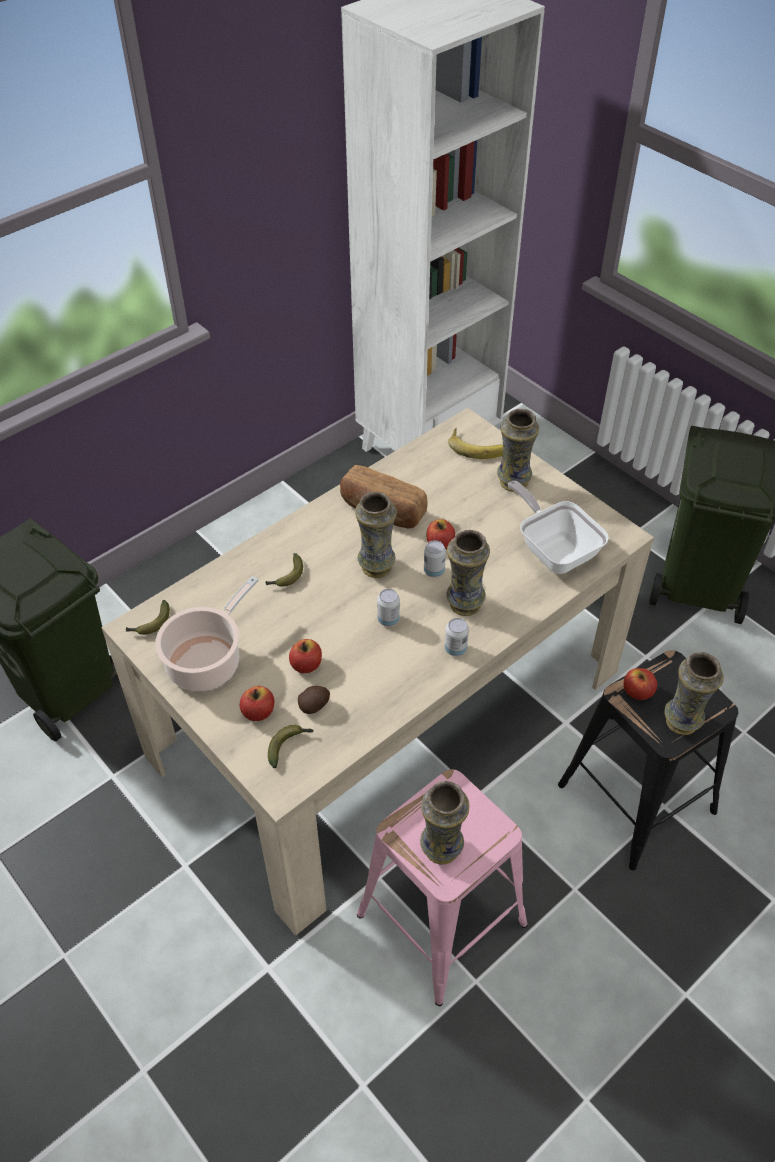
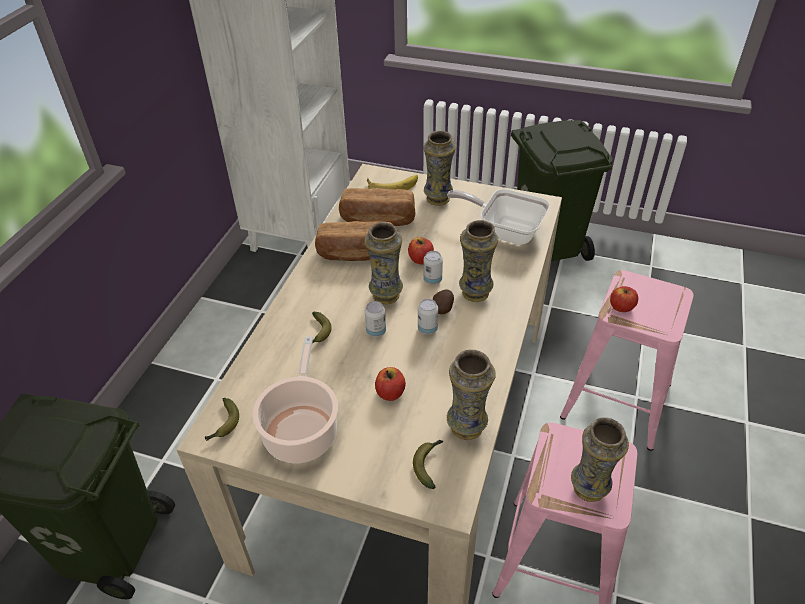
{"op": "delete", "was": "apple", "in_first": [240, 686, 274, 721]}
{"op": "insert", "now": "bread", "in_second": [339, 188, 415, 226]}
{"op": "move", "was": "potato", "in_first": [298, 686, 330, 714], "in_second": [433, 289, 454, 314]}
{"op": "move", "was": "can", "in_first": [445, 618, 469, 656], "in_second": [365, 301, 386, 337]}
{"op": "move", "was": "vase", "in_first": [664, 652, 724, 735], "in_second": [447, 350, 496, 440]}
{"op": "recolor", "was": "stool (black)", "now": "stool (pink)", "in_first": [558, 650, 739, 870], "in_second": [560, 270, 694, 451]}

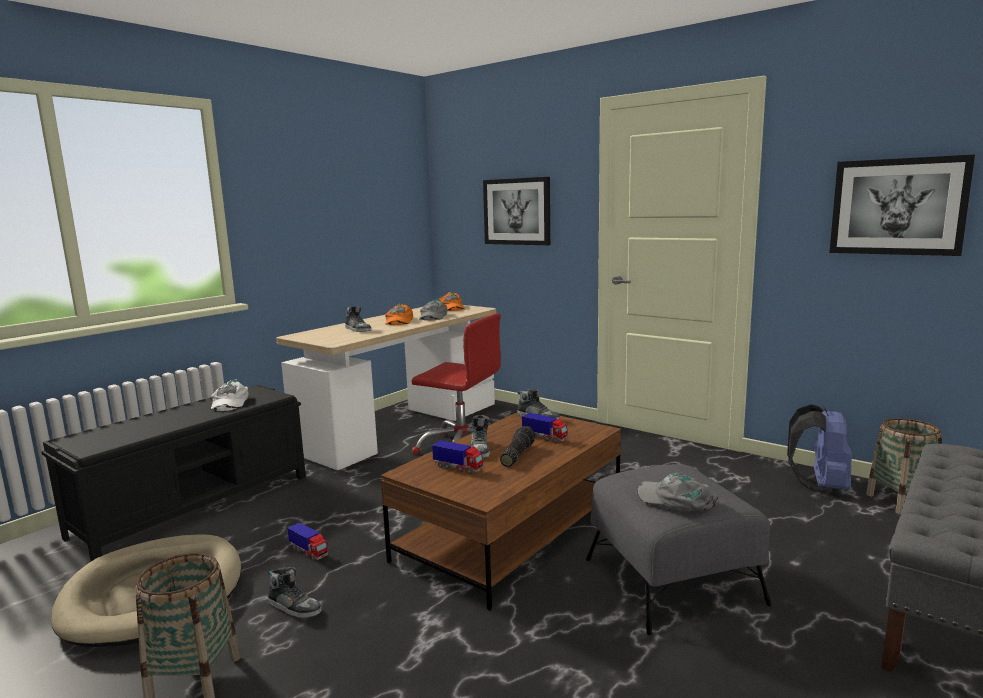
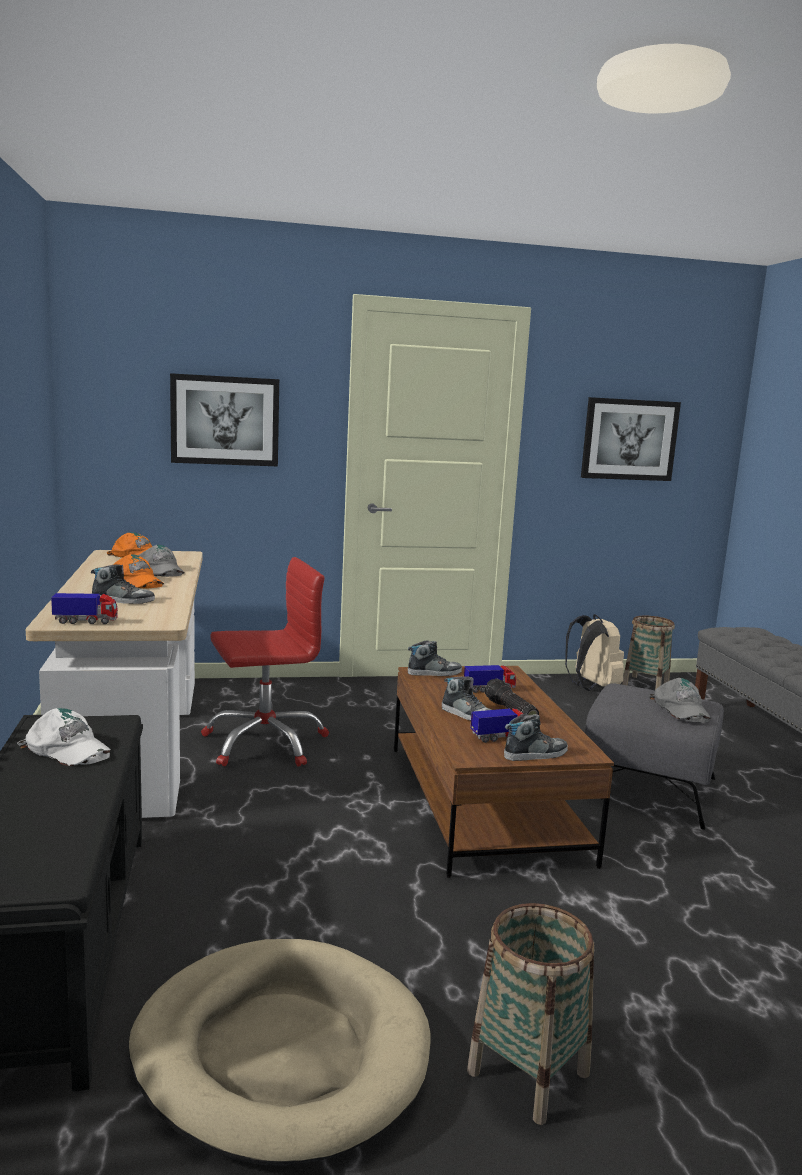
{"op": "move", "was": "shoe", "in_first": [268, 567, 322, 618], "in_second": [504, 713, 568, 761]}
{"op": "move", "was": "toy truck", "in_first": [287, 522, 328, 560], "in_second": [51, 593, 118, 624]}
{"op": "recolor", "was": "backpack (blue)", "now": "backpack (beige)", "in_first": [787, 404, 852, 490], "in_second": [565, 614, 624, 691]}
{"op": "rotate", "was": "cap (grey)", "in_first": [636, 473, 718, 512], "in_second": [649, 678, 711, 722], "clockwise": -90}

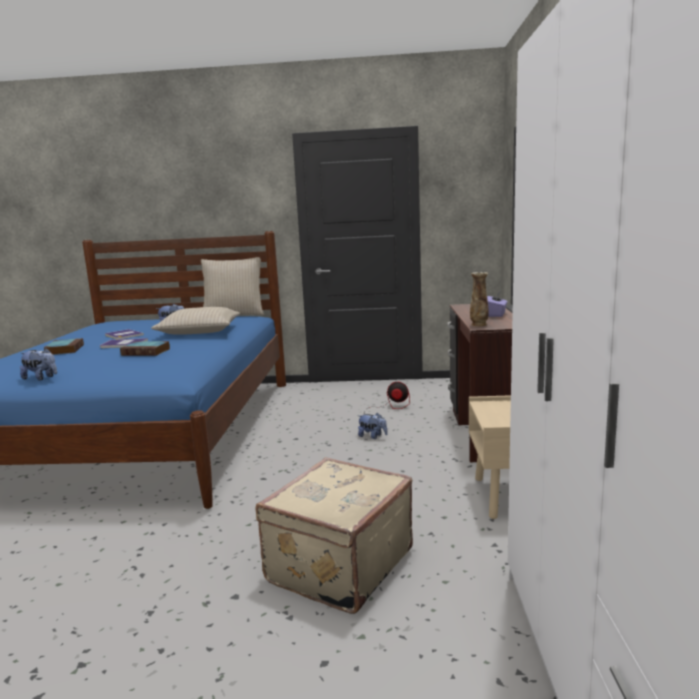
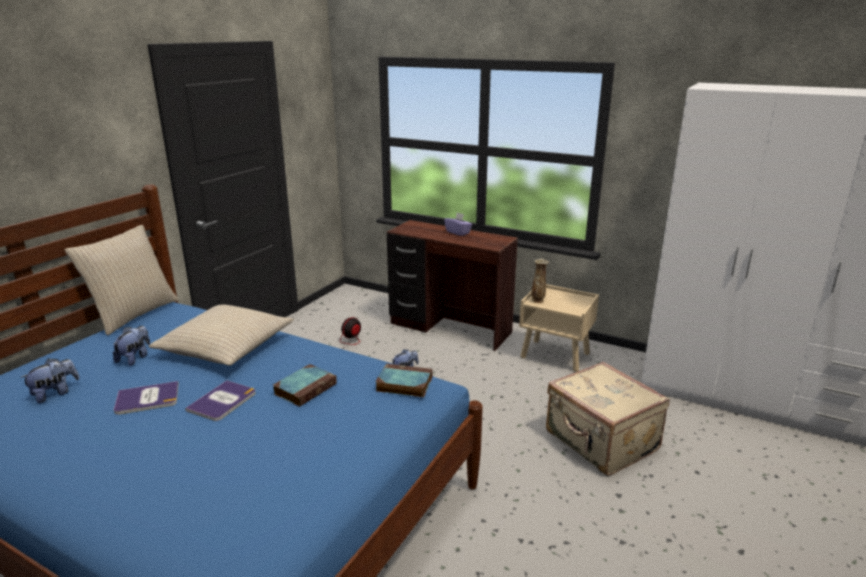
{"op": "move", "was": "plush toy", "in_first": [20, 348, 57, 381], "in_second": [20, 358, 80, 403]}
{"op": "move", "was": "book", "in_first": [44, 338, 84, 355], "in_second": [375, 364, 433, 397]}
{"op": "move", "was": "vase", "in_first": [470, 272, 489, 326], "in_second": [531, 259, 549, 303]}

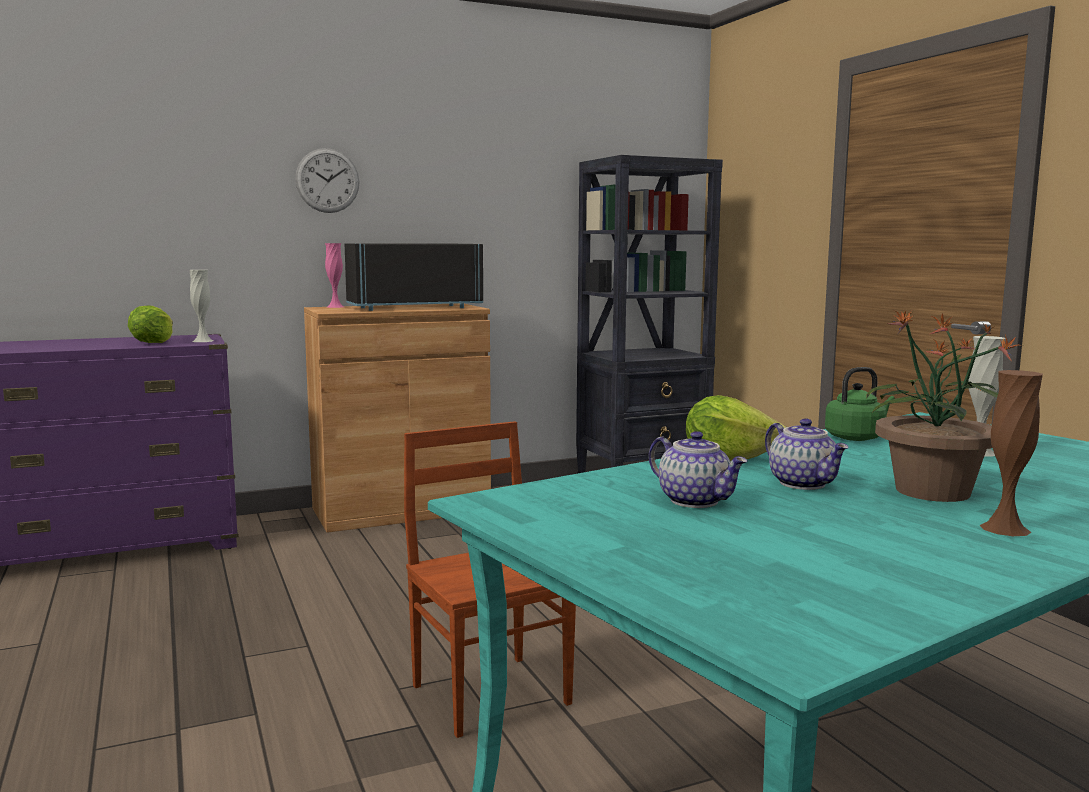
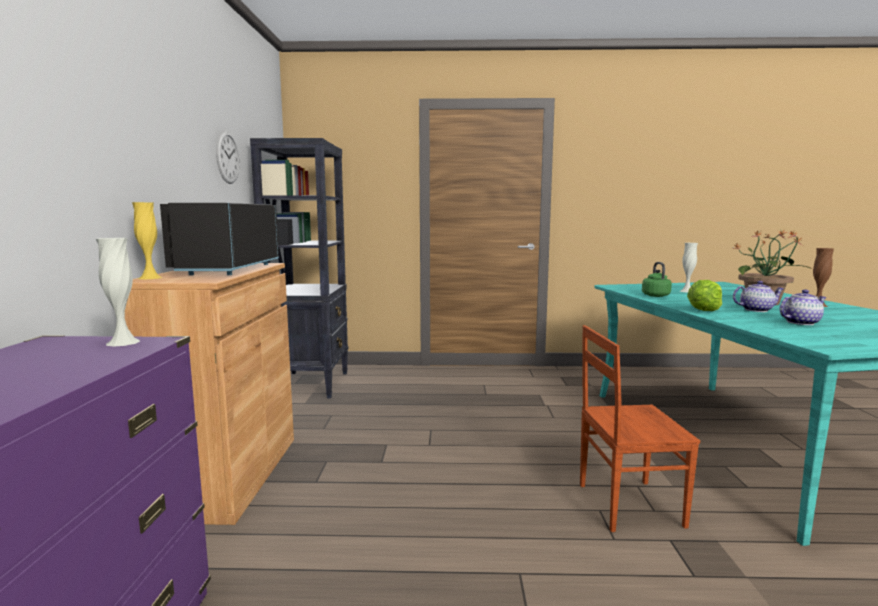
{"op": "delete", "was": "lettuce", "in_first": [128, 305, 173, 343]}
{"op": "move", "was": "wall clock", "in_first": [295, 148, 359, 213], "in_second": [216, 131, 240, 184]}
{"op": "recolor", "was": "vase (pink)", "now": "vase (yellow)", "in_first": [325, 243, 344, 308], "in_second": [132, 202, 163, 279]}

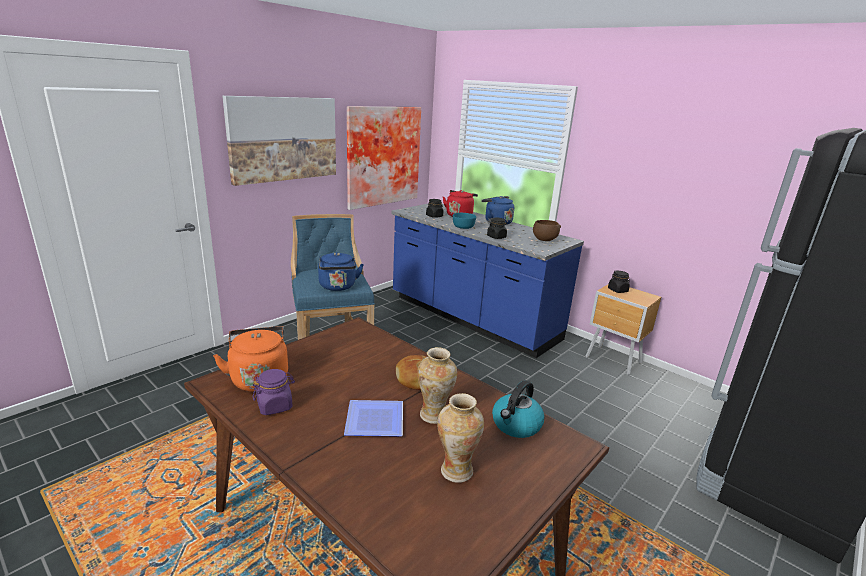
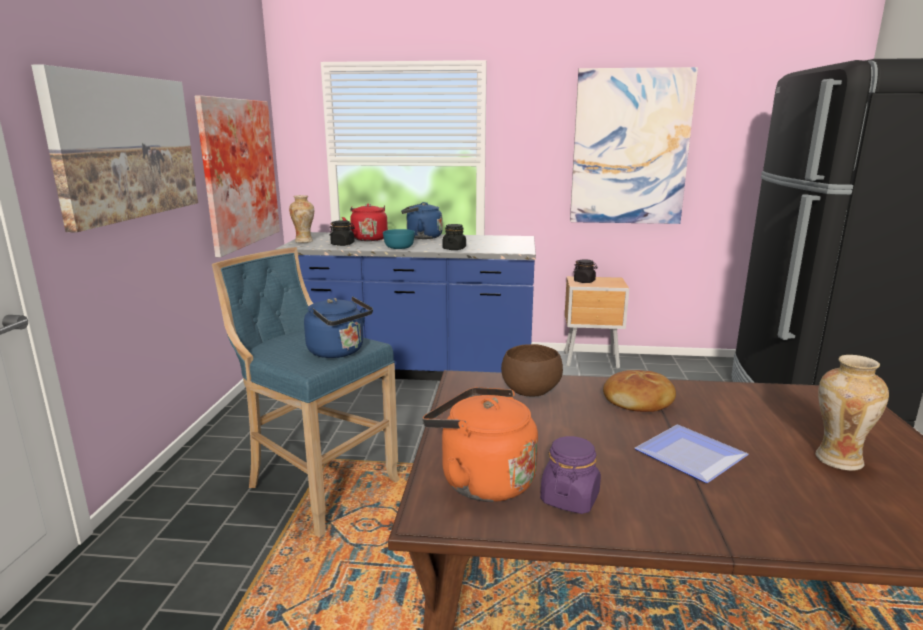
{"op": "delete", "was": "kettle", "in_first": [492, 380, 545, 438]}
{"op": "insert", "now": "picture", "in_second": [570, 67, 698, 224]}
{"op": "move", "was": "vase", "in_first": [417, 347, 457, 424], "in_second": [289, 195, 314, 243]}
{"op": "move", "was": "bowl (brown)", "in_first": [533, 220, 561, 241], "in_second": [501, 344, 563, 396]}

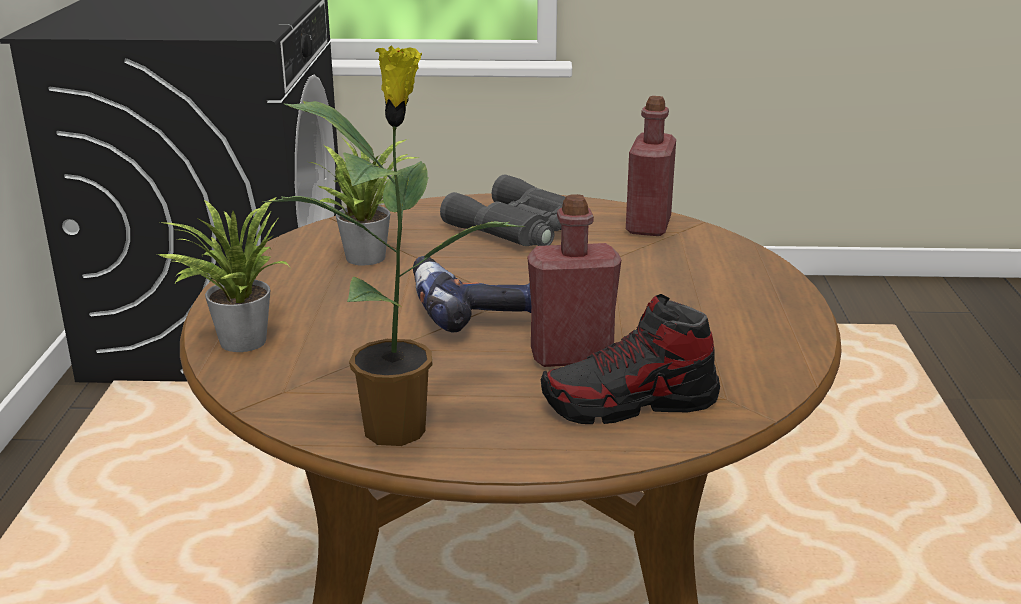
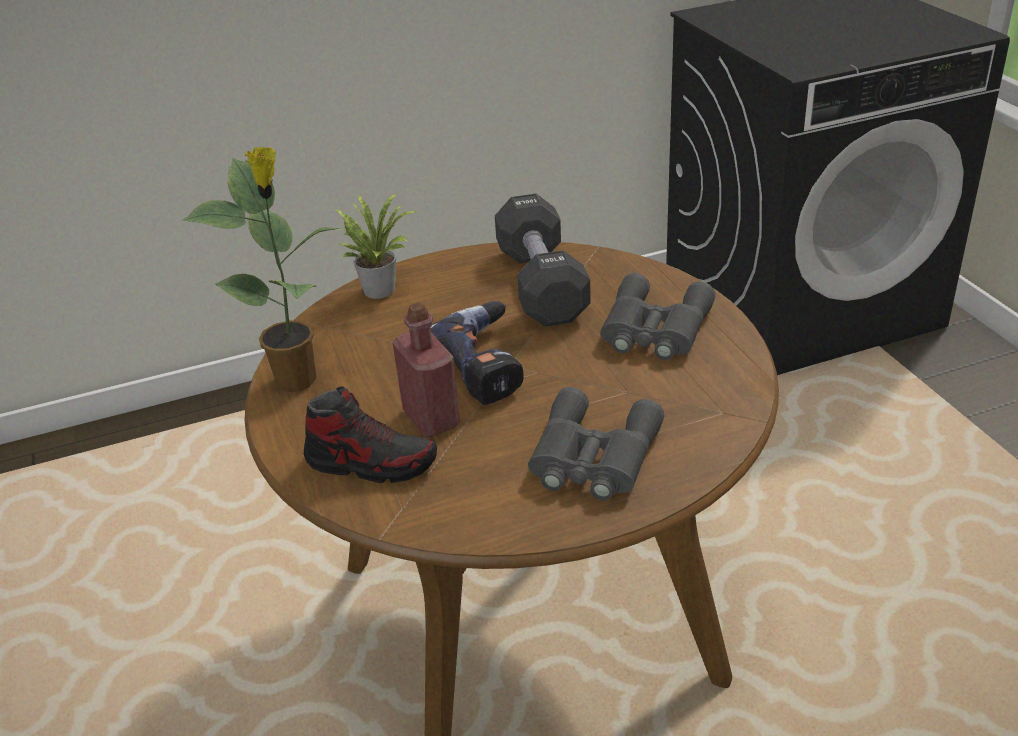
{"op": "delete", "was": "bottle (red)", "in_first": [626, 96, 676, 236]}
{"op": "insert", "now": "binoculars (grey)", "in_second": [528, 387, 664, 500]}
{"op": "replace", "was": "potted plant", "now": "dumbbell (black)", "in_first": [310, 139, 418, 265], "in_second": [495, 194, 591, 327]}
{"op": "rotate", "was": "shoe", "in_first": [541, 294, 720, 424], "in_second": [304, 386, 437, 483], "clockwise": 135}

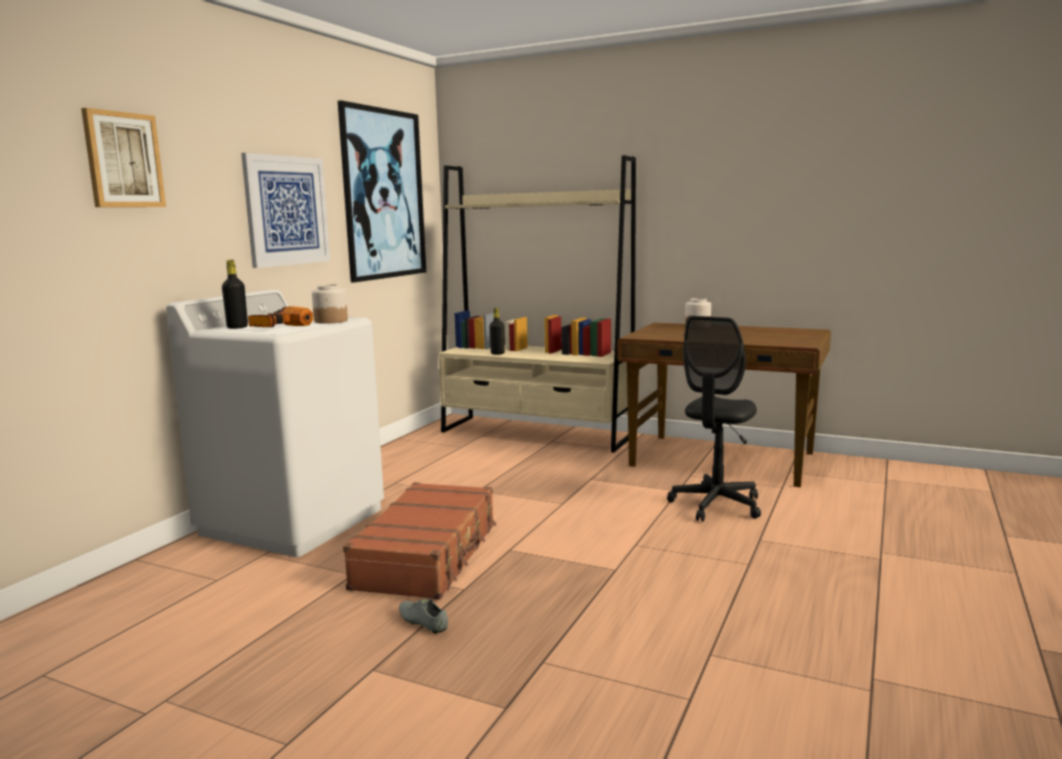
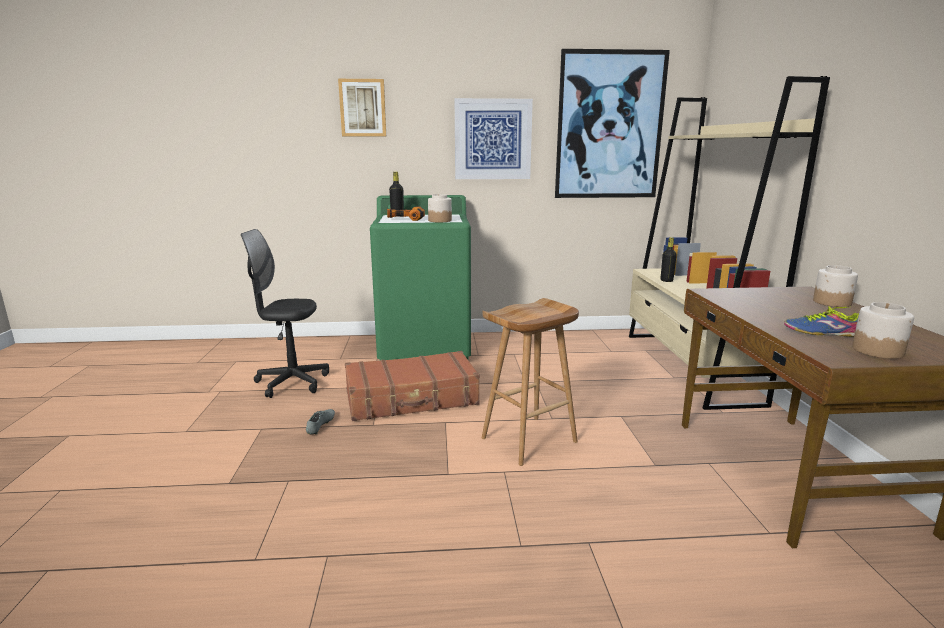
{"op": "insert", "now": "stool (brown)", "in_second": [482, 298, 579, 466]}
{"op": "insert", "now": "shoe", "in_second": [784, 306, 859, 337]}
{"op": "insert", "now": "jar", "in_second": [852, 302, 914, 359]}
{"op": "move", "was": "office chair (black)", "in_first": [667, 316, 761, 522], "in_second": [241, 229, 329, 398]}
{"op": "recolor", "was": "washing machine (white)", "now": "washing machine (green)", "in_first": [166, 290, 384, 557], "in_second": [370, 195, 471, 361]}

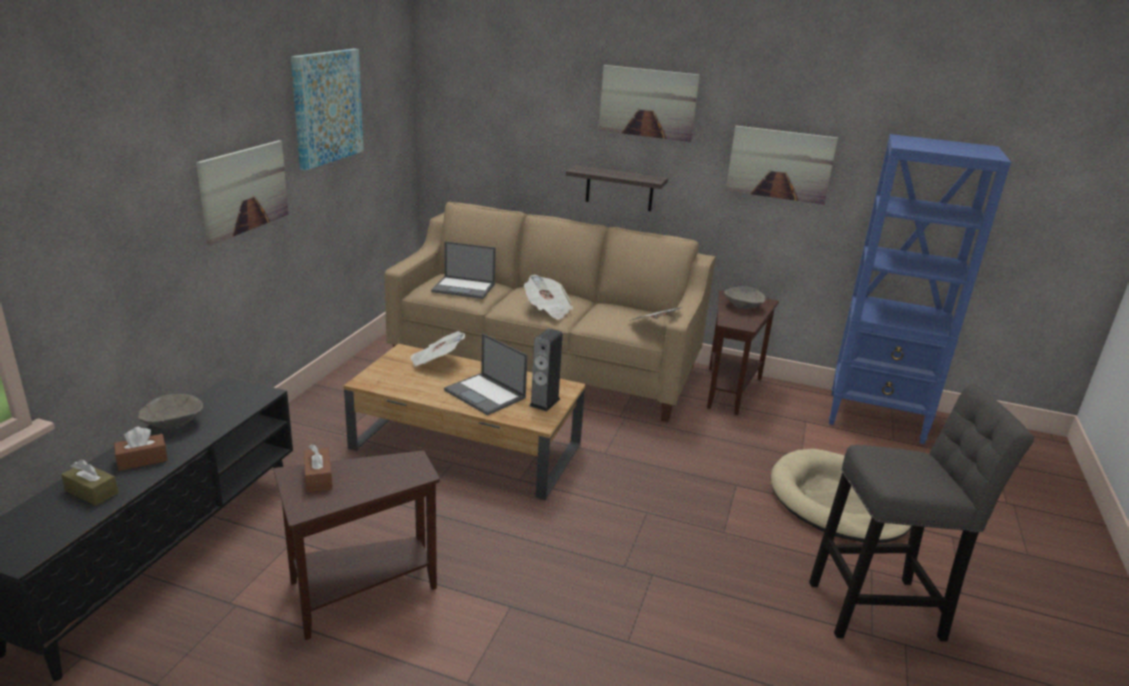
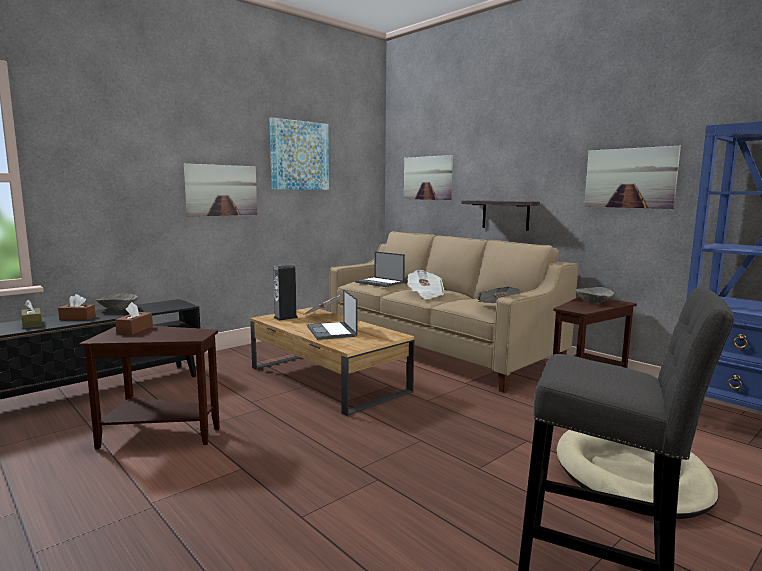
{"op": "move", "was": "speaker", "in_first": [529, 328, 563, 412], "in_second": [274, 265, 298, 321]}
{"op": "move", "was": "picture", "in_first": [599, 65, 700, 142], "in_second": [404, 155, 453, 200]}

